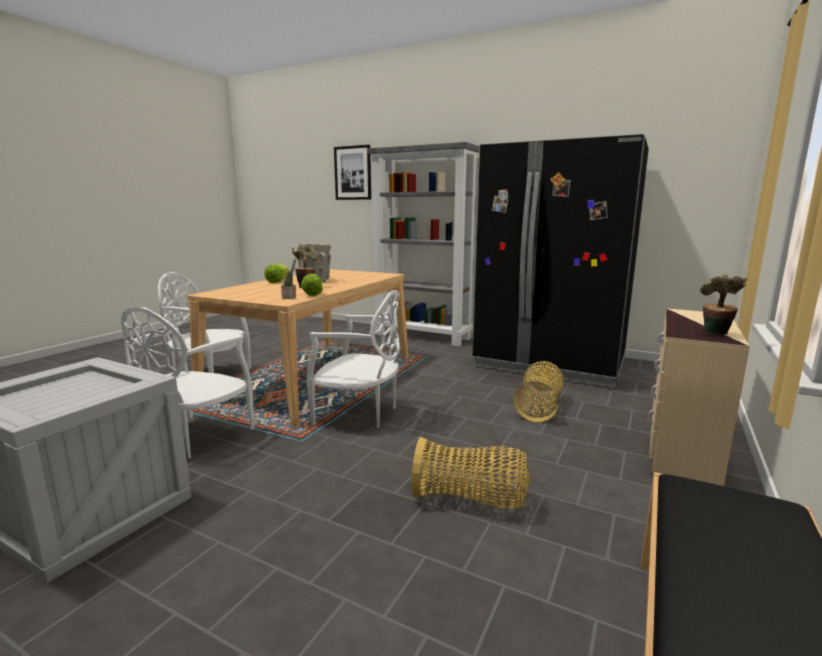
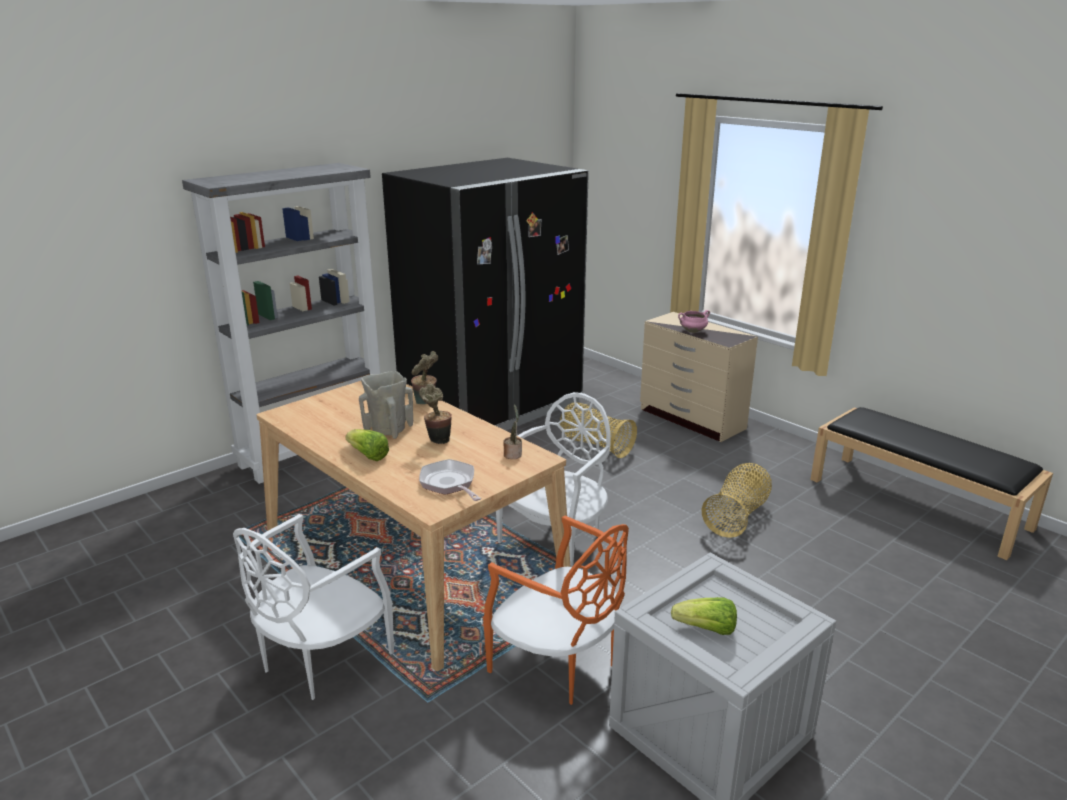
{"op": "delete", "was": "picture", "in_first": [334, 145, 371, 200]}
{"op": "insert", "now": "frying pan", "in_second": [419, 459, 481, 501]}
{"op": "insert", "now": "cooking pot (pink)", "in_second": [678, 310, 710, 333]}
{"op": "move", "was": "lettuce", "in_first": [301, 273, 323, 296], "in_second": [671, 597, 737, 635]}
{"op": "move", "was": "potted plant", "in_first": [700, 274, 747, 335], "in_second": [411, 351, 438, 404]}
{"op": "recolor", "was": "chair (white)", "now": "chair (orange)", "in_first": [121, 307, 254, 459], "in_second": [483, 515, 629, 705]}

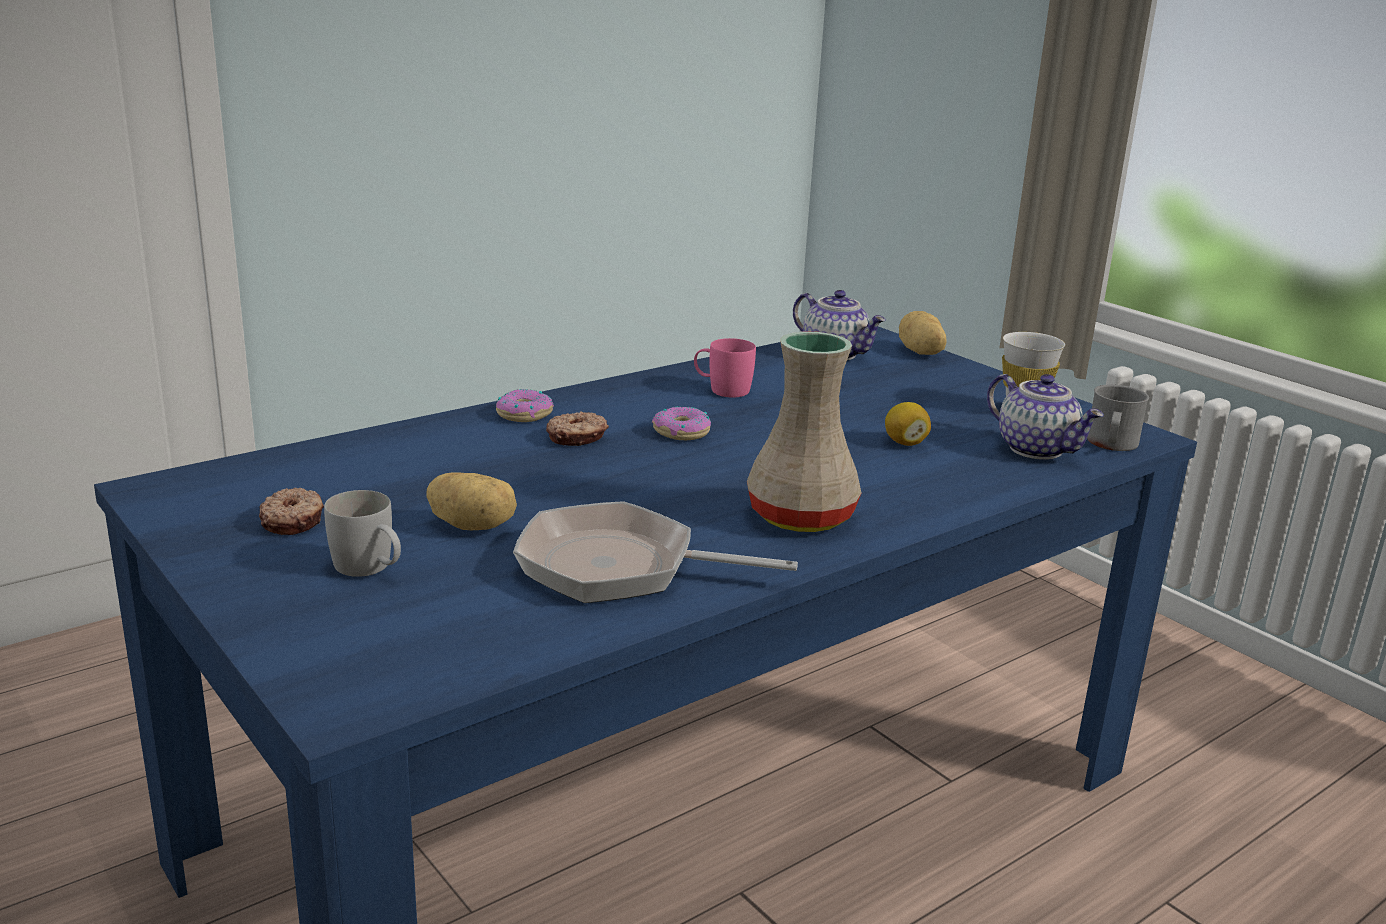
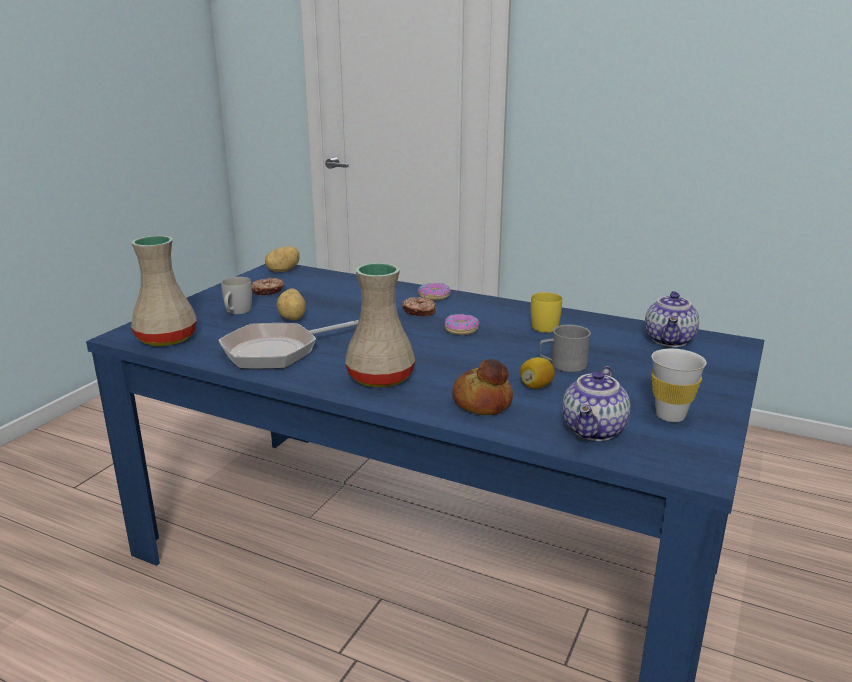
{"op": "insert", "now": "vase (beige)", "in_second": [131, 235, 197, 346]}
{"op": "insert", "now": "bread", "in_second": [452, 359, 513, 415]}
{"op": "move", "was": "potato", "in_first": [899, 311, 947, 355], "in_second": [265, 246, 300, 272]}
{"op": "move", "was": "mug (grey)", "in_first": [1087, 384, 1149, 451], "in_second": [539, 325, 591, 372]}
{"op": "recolor", "was": "mug (pink)", "now": "mug (yellow)", "in_first": [694, 338, 756, 398], "in_second": [531, 292, 562, 333]}
{"op": "rotate", "was": "frying pan", "in_first": [513, 501, 798, 603], "in_second": [218, 320, 359, 369], "clockwise": -105}

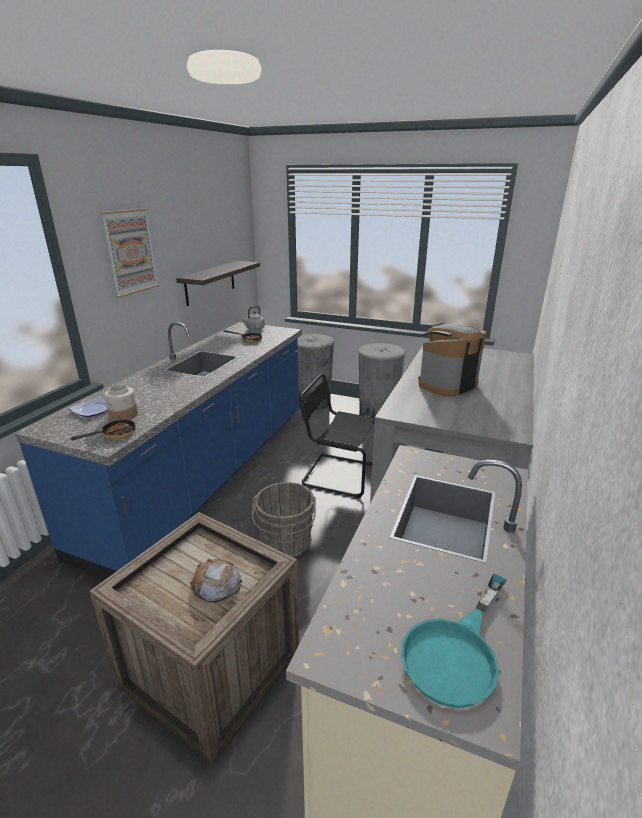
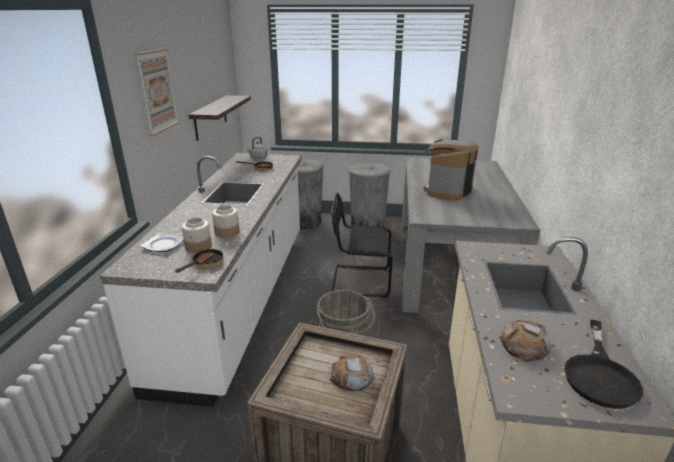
{"op": "insert", "now": "jar", "in_second": [212, 205, 239, 238]}
{"op": "insert", "now": "bread", "in_second": [499, 320, 552, 362]}
{"op": "recolor", "was": "counter (blue)", "now": "counter (white)", "in_first": [14, 322, 302, 579], "in_second": [100, 153, 302, 407]}
{"op": "recolor", "was": "frying pan (turquoise)", "now": "frying pan (black)", "in_first": [401, 574, 506, 708], "in_second": [564, 319, 643, 409]}

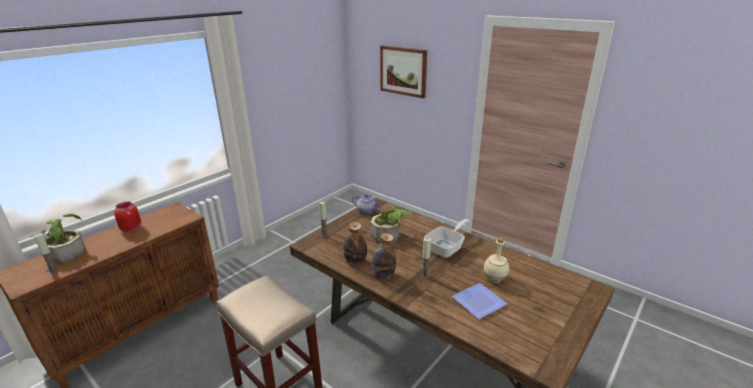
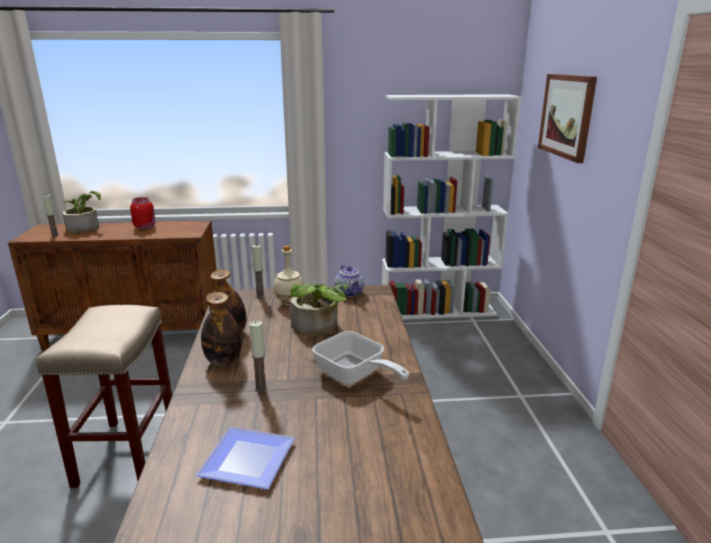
{"op": "insert", "now": "bookcase (white)", "in_second": [382, 94, 521, 320]}
{"op": "move", "was": "bottle (beige)", "in_first": [483, 238, 509, 283], "in_second": [274, 245, 304, 306]}
{"op": "rotate", "was": "frying pan", "in_first": [424, 219, 470, 257], "in_second": [312, 331, 409, 384], "clockwise": 45}

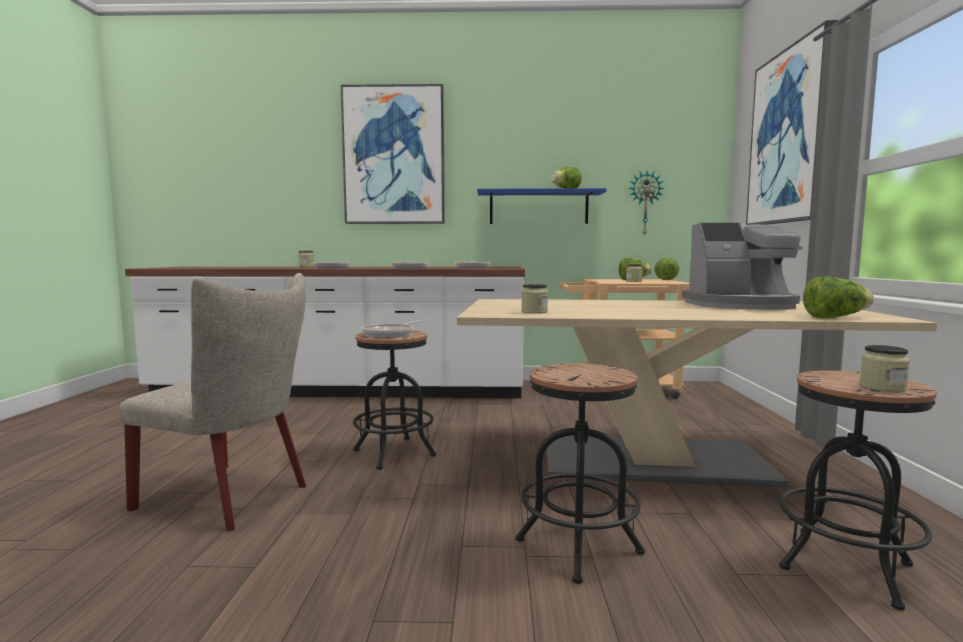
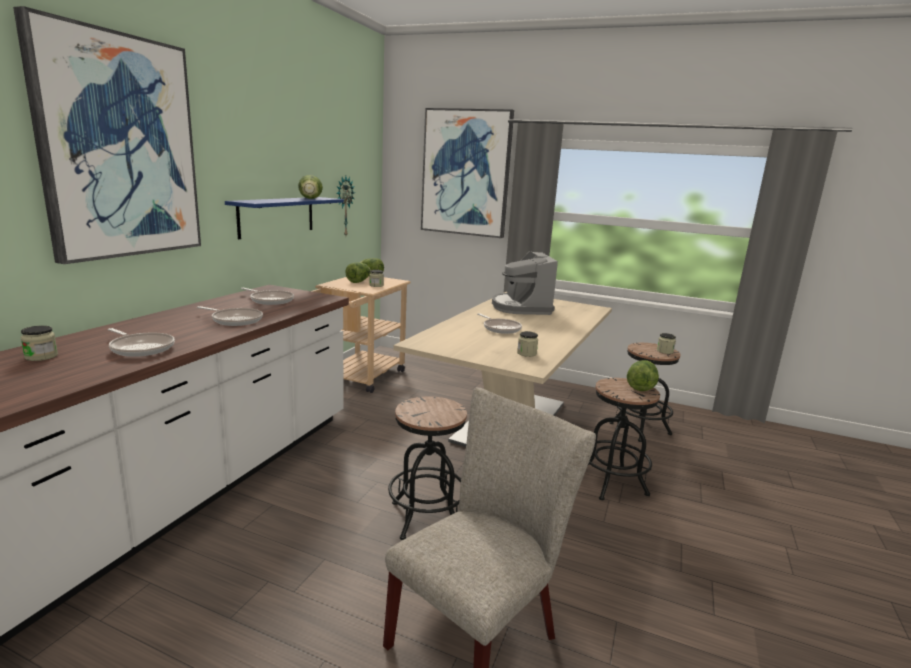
{"op": "move", "was": "frying pan", "in_first": [361, 321, 423, 338], "in_second": [477, 313, 522, 334]}
{"op": "move", "was": "lettuce", "in_first": [803, 276, 874, 318], "in_second": [627, 360, 659, 391]}
{"op": "rotate", "was": "coffee machine", "in_first": [682, 223, 803, 310], "in_second": [492, 251, 558, 315], "clockwise": 150}

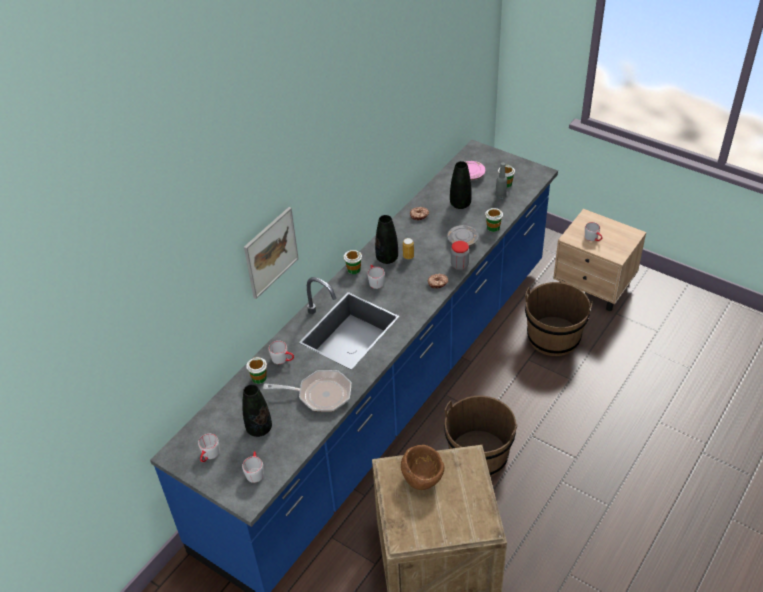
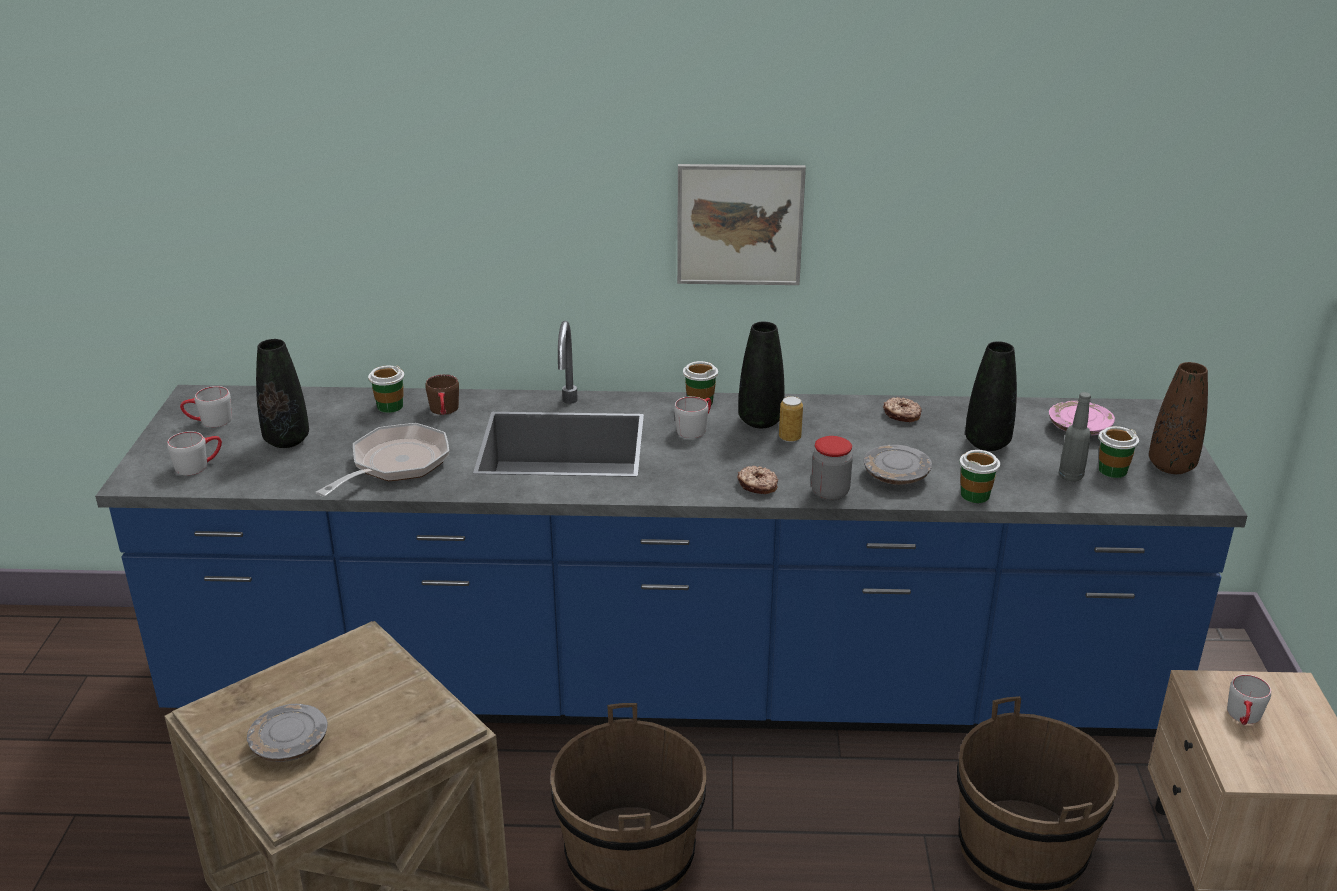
{"op": "delete", "was": "bowl (brown)", "in_first": [401, 445, 445, 490]}
{"op": "insert", "now": "plate (grey)", "in_second": [247, 704, 327, 762]}
{"op": "insert", "now": "vase (brown)", "in_second": [1149, 362, 1208, 474]}
{"op": "move", "was": "picture", "in_first": [244, 207, 299, 299], "in_second": [677, 164, 806, 285]}
{"op": "recolor", "was": "mug (grey)", "now": "mug (brown)", "in_first": [269, 341, 294, 364], "in_second": [425, 374, 459, 415]}
{"op": "rotate", "was": "frying pan", "in_first": [263, 370, 351, 412], "in_second": [316, 423, 449, 496], "clockwise": -120}

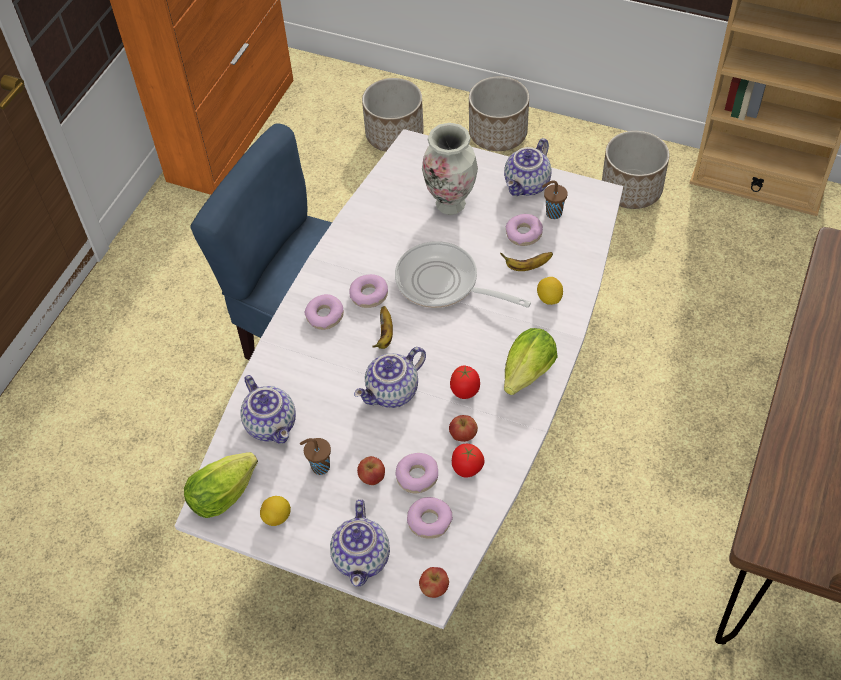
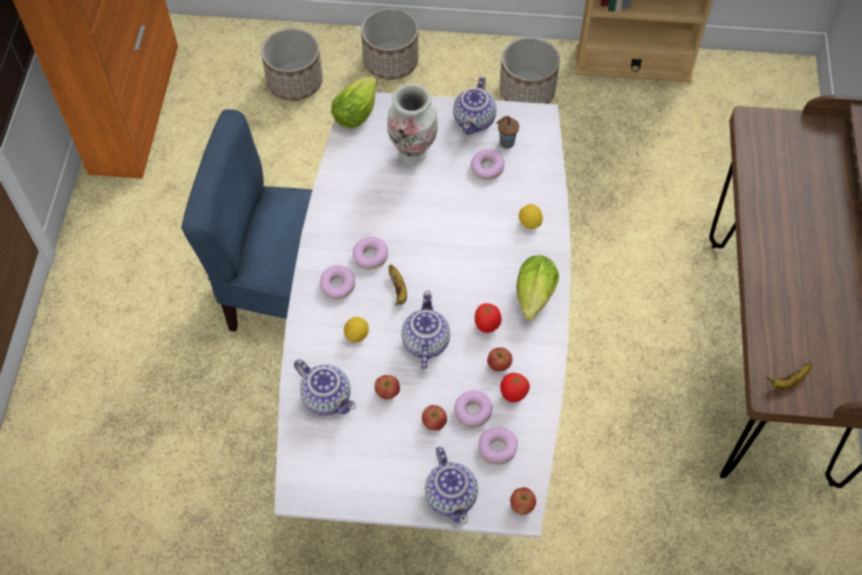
{"op": "delete", "was": "cup (brown)", "in_first": [300, 438, 331, 475]}
{"op": "delete", "was": "frying pan", "in_first": [395, 241, 531, 308]}
{"op": "insert", "now": "apple", "in_second": [374, 375, 400, 399]}
{"op": "move", "was": "lettuce", "in_first": [184, 452, 258, 518], "in_second": [331, 76, 377, 129]}
{"op": "move", "was": "lemon", "in_first": [260, 496, 291, 526], "in_second": [344, 317, 369, 342]}
{"op": "move", "was": "banana", "in_first": [500, 252, 553, 271], "in_second": [766, 362, 812, 390]}
{"op": "rotate", "was": "teapot", "in_first": [354, 347, 426, 408], "in_second": [402, 290, 450, 370], "clockwise": 150}

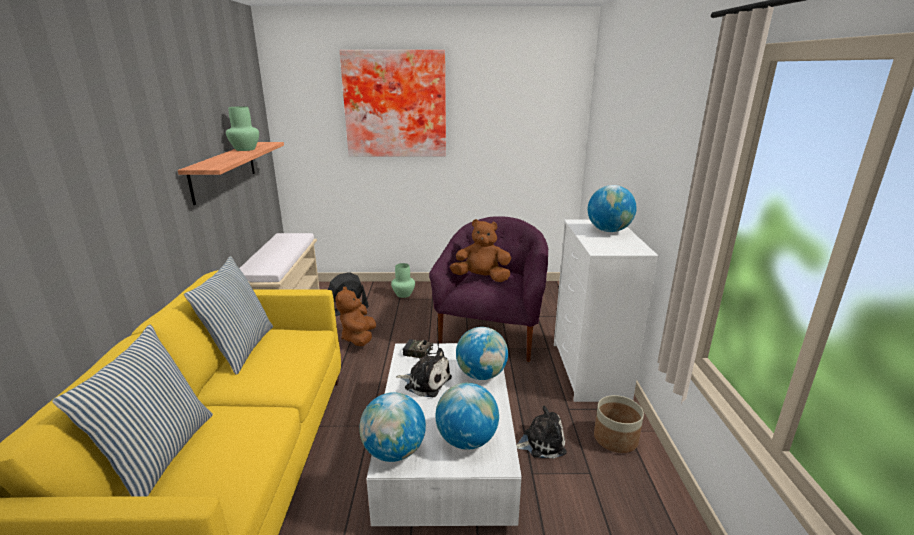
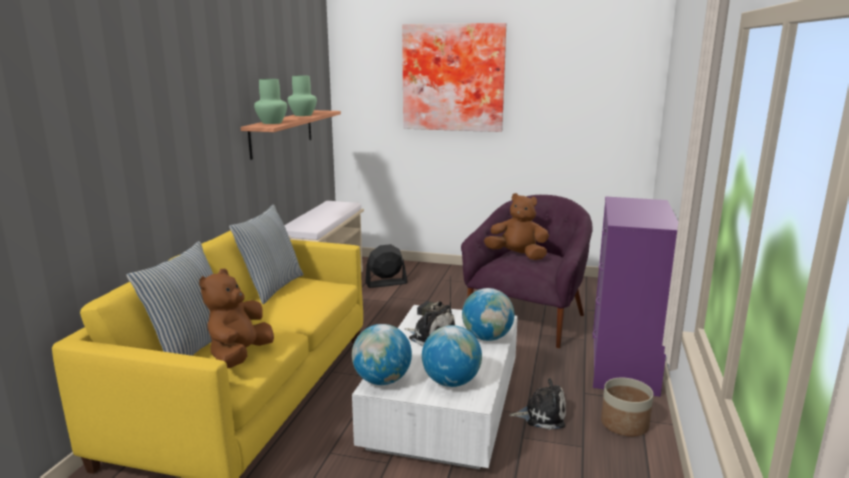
{"op": "delete", "was": "globe", "in_first": [588, 185, 637, 232]}
{"op": "move", "was": "plush toy (brown)", "in_first": [335, 286, 376, 346], "in_second": [199, 268, 274, 368]}
{"op": "move", "was": "vase (green)", "in_first": [391, 263, 415, 298], "in_second": [254, 79, 287, 124]}
{"op": "recolor", "was": "dresser (white)", "now": "dresser (purple)", "in_first": [554, 219, 658, 402], "in_second": [593, 196, 678, 397]}

